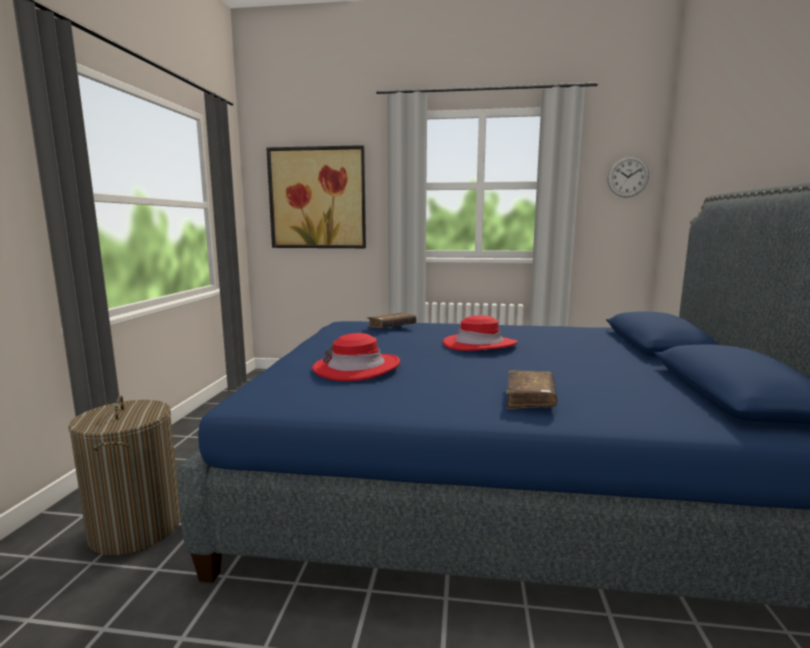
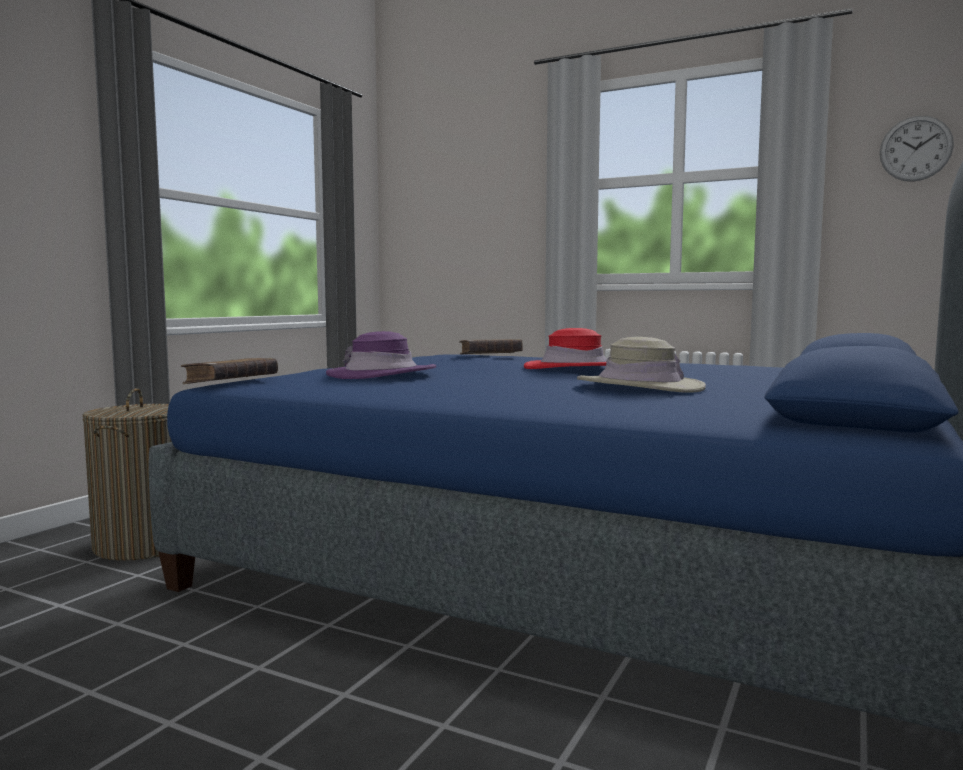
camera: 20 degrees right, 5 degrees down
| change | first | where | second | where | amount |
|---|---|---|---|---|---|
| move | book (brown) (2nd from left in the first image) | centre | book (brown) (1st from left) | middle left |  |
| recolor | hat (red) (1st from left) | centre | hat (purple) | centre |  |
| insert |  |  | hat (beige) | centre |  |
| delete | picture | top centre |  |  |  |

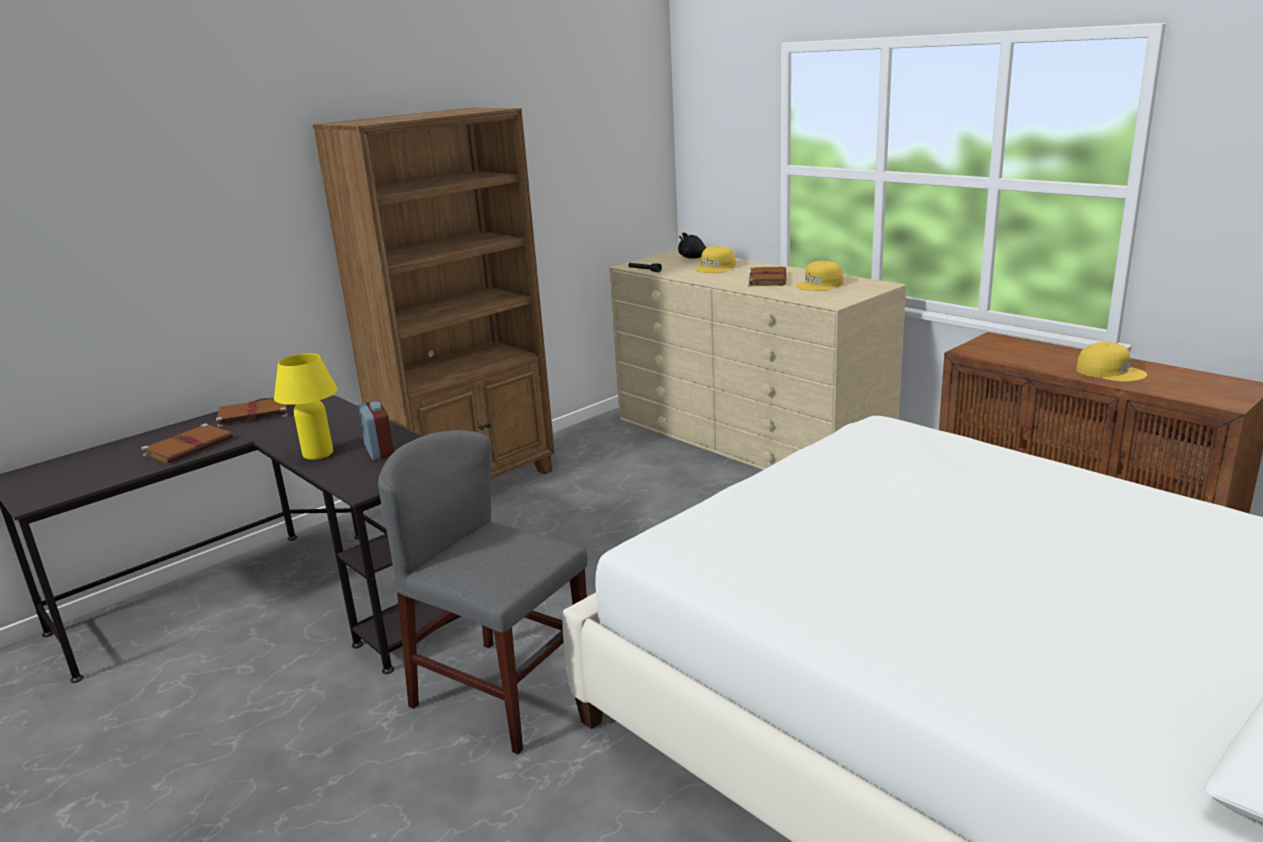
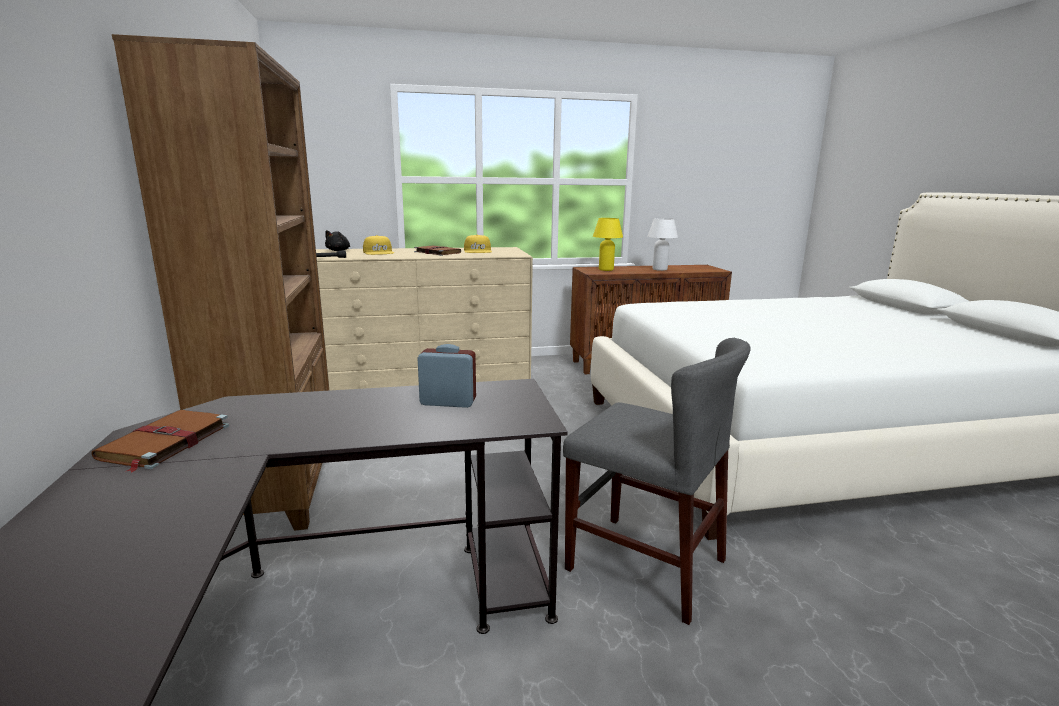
camera: 60 degrees left, 5 degrees down
| change | first | where | second | where | amount |
|---|---|---|---|---|---|
| rotate | chair (grey) | bottom centre |  | bottom centre | 120 degrees counterclockwise |
| move | table lamp (yellow) | middle left |  | centre |  |
| replace | cap (yellow) (3rd from left) | middle right | table lamp (white) | centre |  |
| delete | book (brown) (1st from left) | middle left |  |  |  |

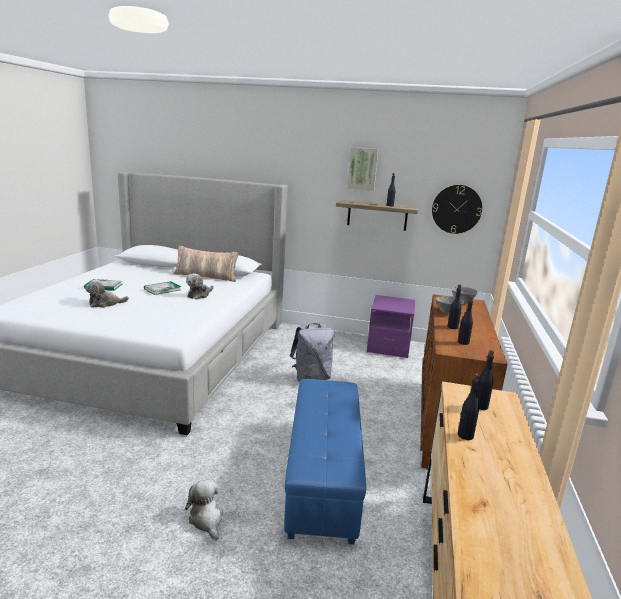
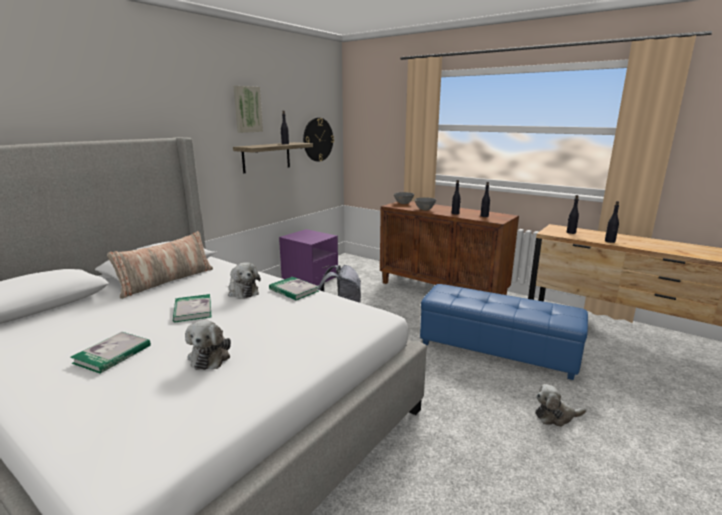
camera: 65 degrees left, 0 degrees up
| change | first | where | second | where | amount |
|---|---|---|---|---|---|
| insert |  |  | book (3rd from left) | centre |  |

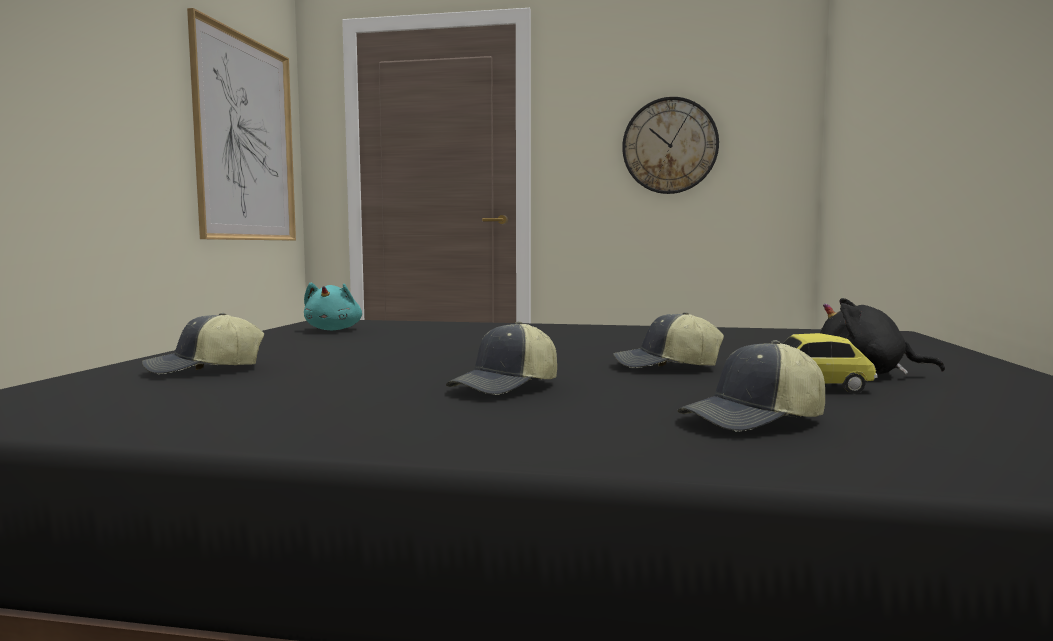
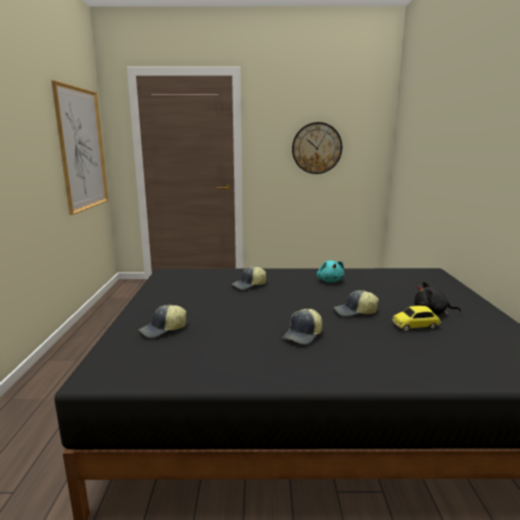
camera: 10 degrees left, 10 degrees up
| change | first | where | second | where | amount |
|---|---|---|---|---|---|
| move | cap (4th from left in the first image) | middle right | cap (2nd from left) | centre |  |
| move | plush toy (turquoise) | middle left |  | centre |  |

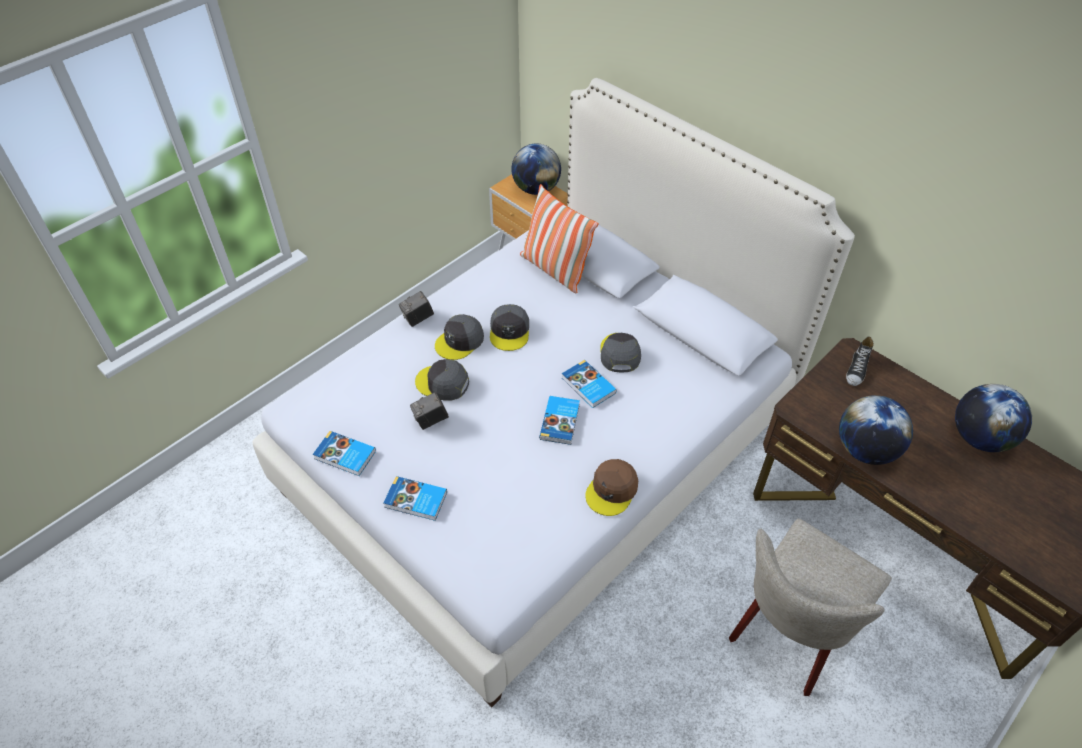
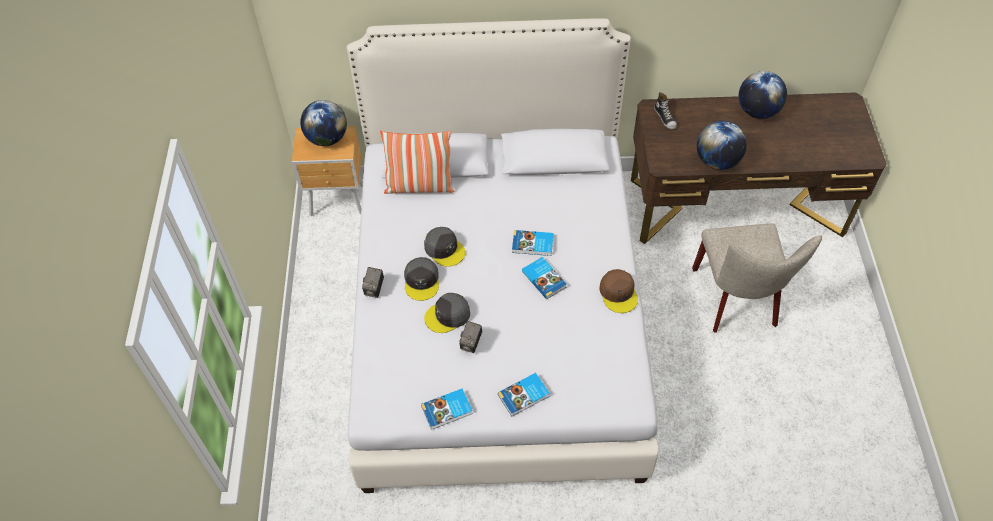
camera: 45 degrees left, 5 degrees up
| change | first | where | second | where | amount |
|---|---|---|---|---|---|
| delete | cap (grey) (4th from left) | centre |  |  |  |

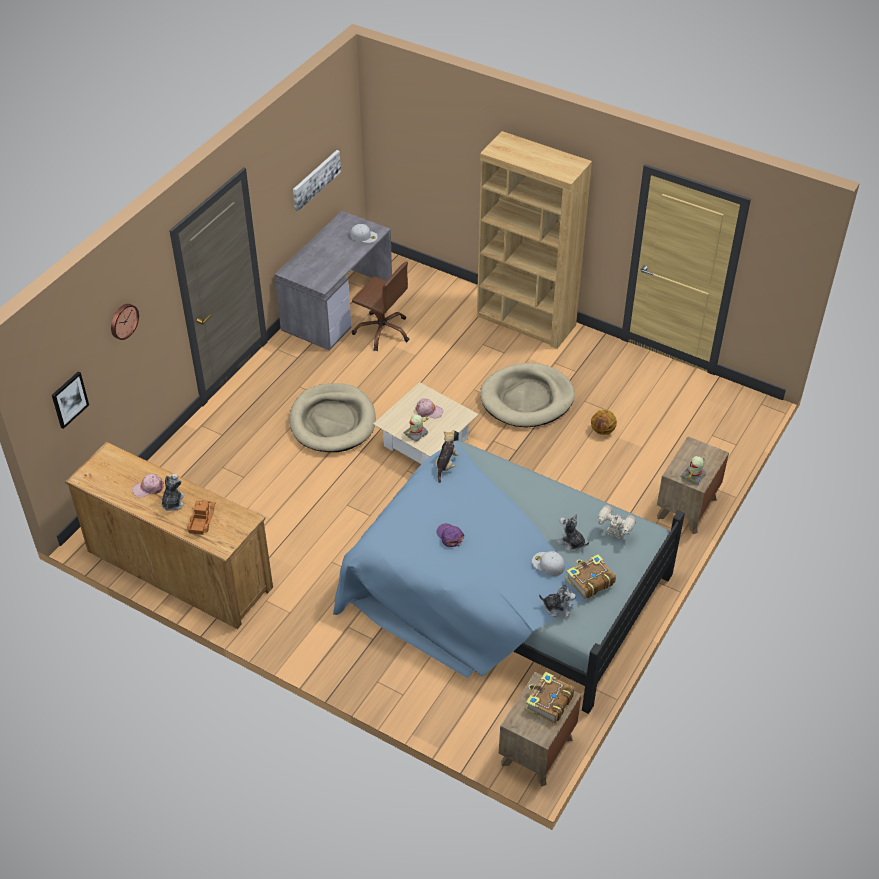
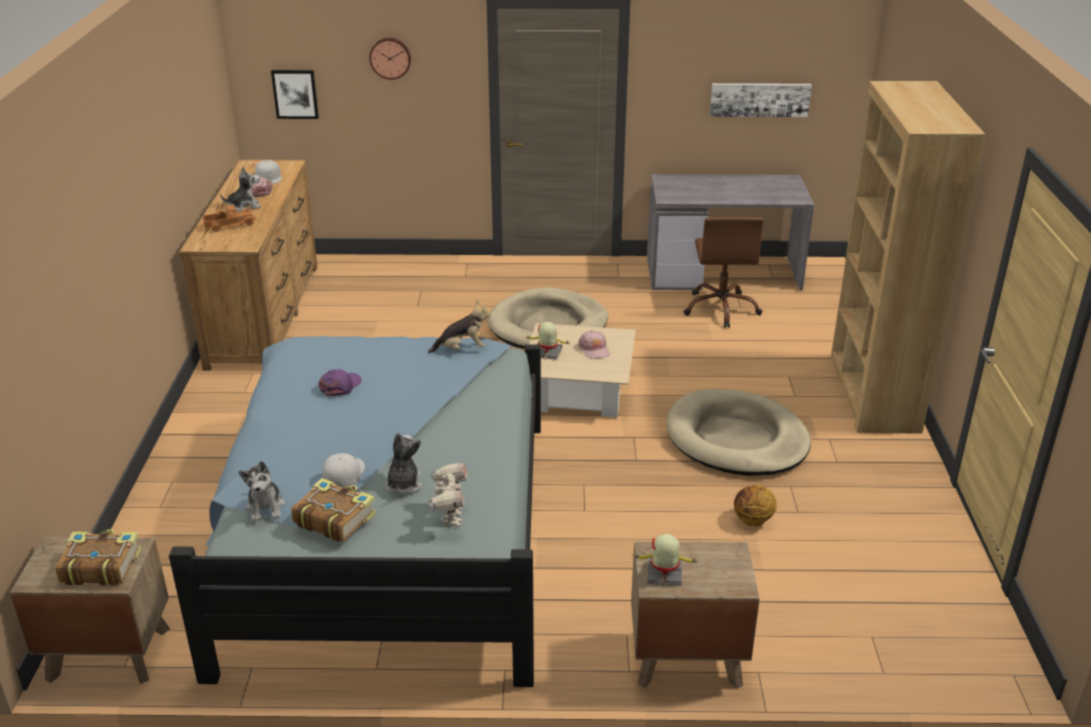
camera: 60 degrees right, 15 degrees down
| change | first | where | second | where | amount |
|---|---|---|---|---|---|
| move | cap (white) (1st from left) | top centre |  | top left |  |

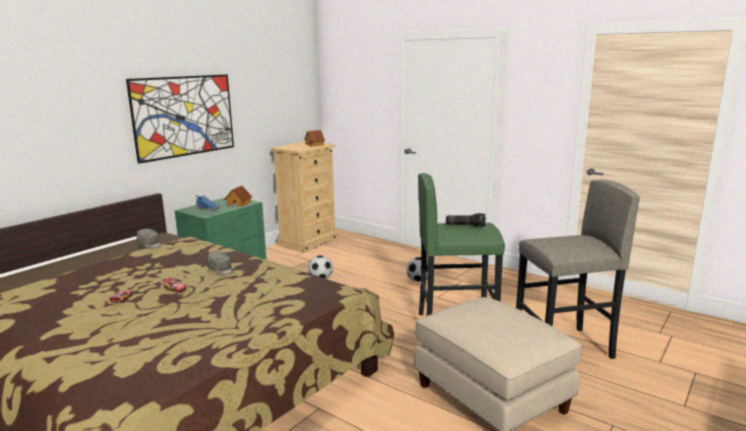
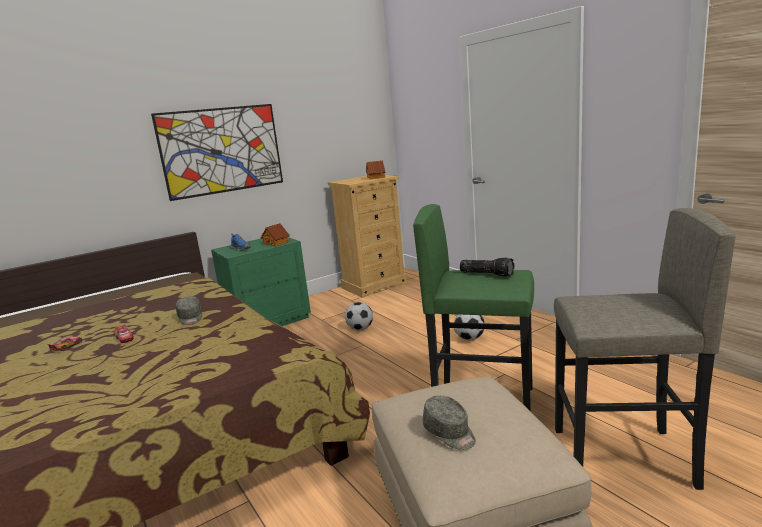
camera: 20 degrees right, 0 degrees up
| change | first | where | second | where | amount |
|---|---|---|---|---|---|
| move | cap (grey) (1st from left in the first image) | middle left | cap (grey) (2nd from left) | bottom centre |  |

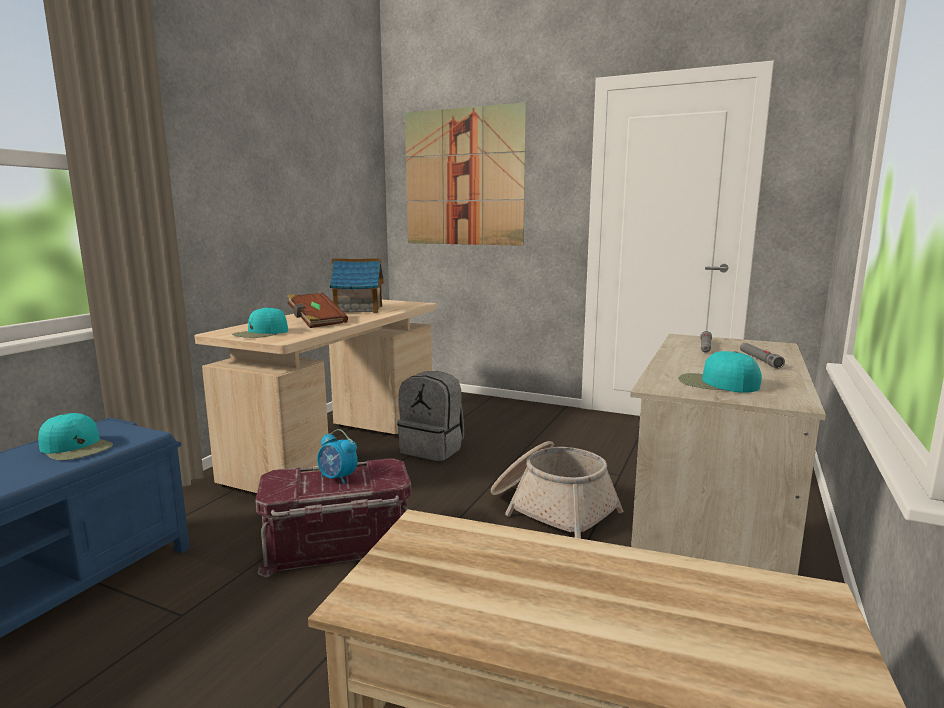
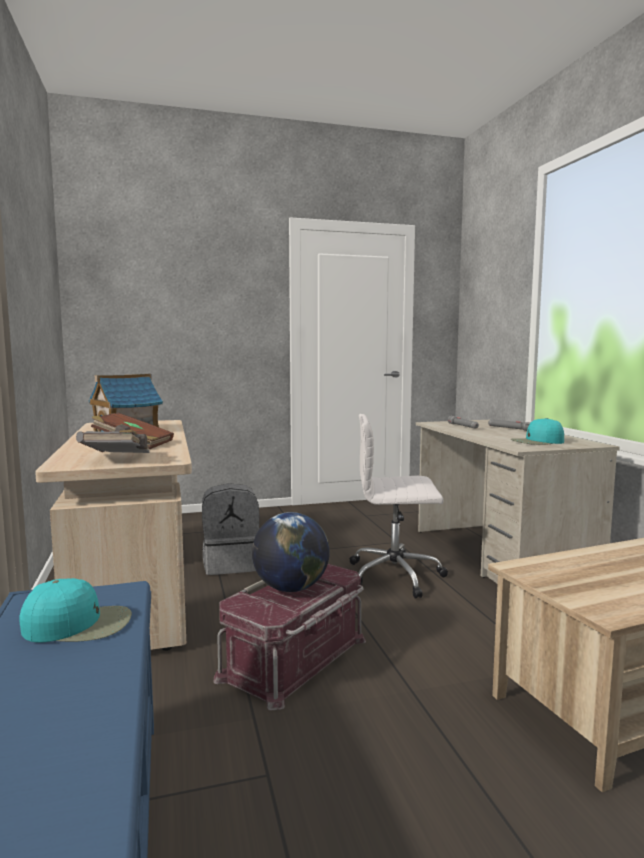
camera: 40 degrees left, 5 degrees down
| change | first | where | second | where | amount |
|---|---|---|---|---|---|
| replace | cap (turquoise) (2nd from left) | middle left | book (grey) | middle left |  |
| replace | alarm clock | centre | globe | centre |  |
| replace | basket | bottom centre | office chair (white) | centre |  |
| delete | picture | top centre |  |  |  |

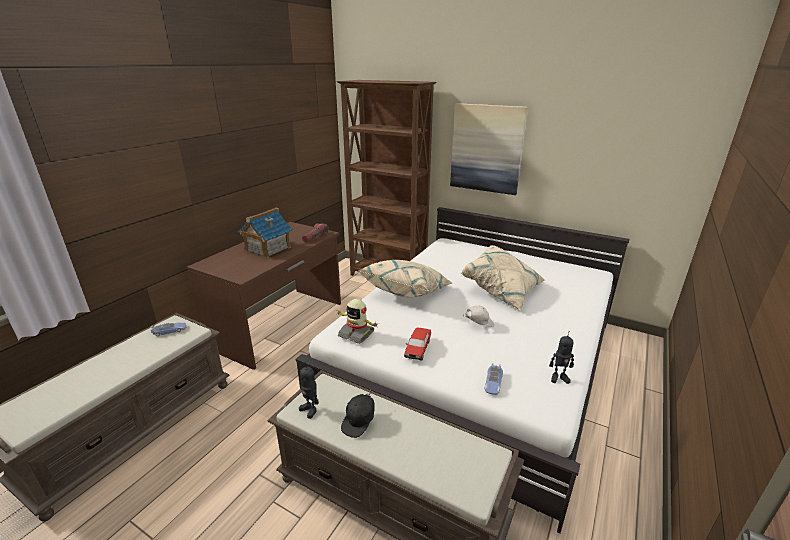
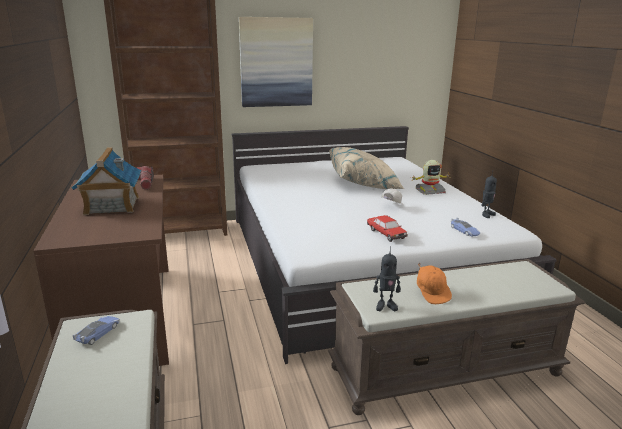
camera: 45 degrees left, 5 degrees down
| change | first | where | second | where | amount |
|---|---|---|---|---|---|
| move | toy robot (2nd from left) | centre |  | middle right |  |
| recolor | cap (black) | bottom centre | cap (orange) | middle right |  |
| delete | pillow (beige) (1st from left) | centre |  |  |  |

